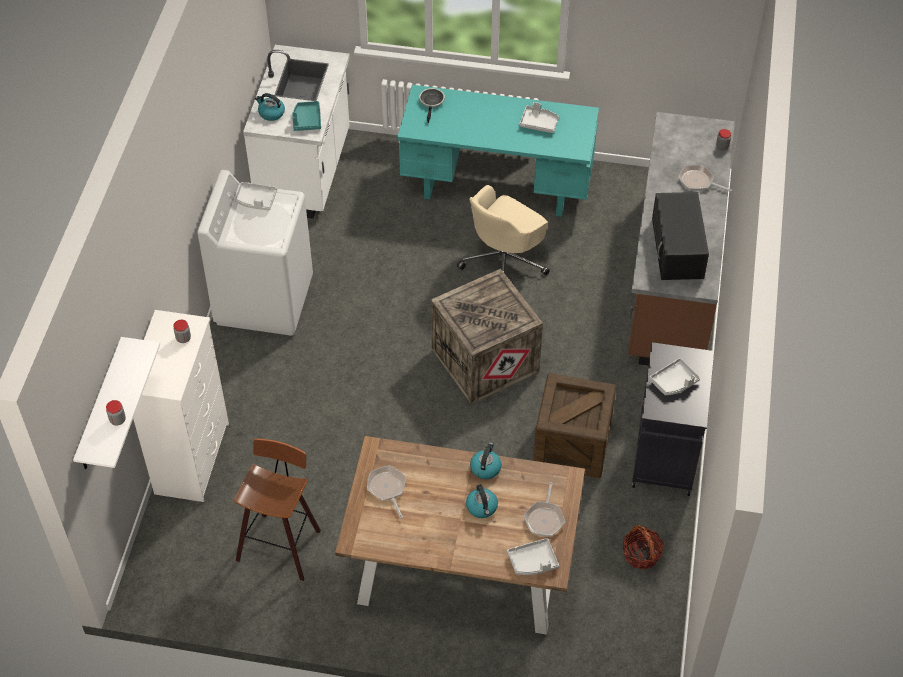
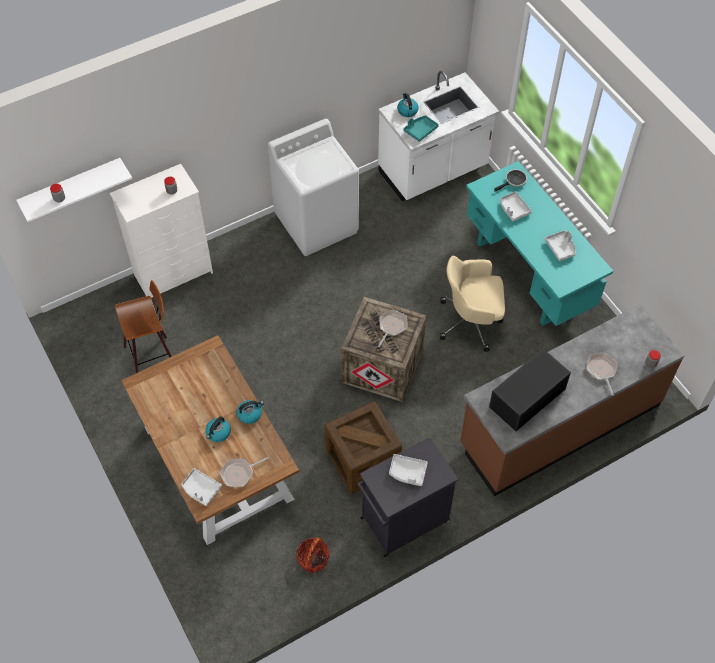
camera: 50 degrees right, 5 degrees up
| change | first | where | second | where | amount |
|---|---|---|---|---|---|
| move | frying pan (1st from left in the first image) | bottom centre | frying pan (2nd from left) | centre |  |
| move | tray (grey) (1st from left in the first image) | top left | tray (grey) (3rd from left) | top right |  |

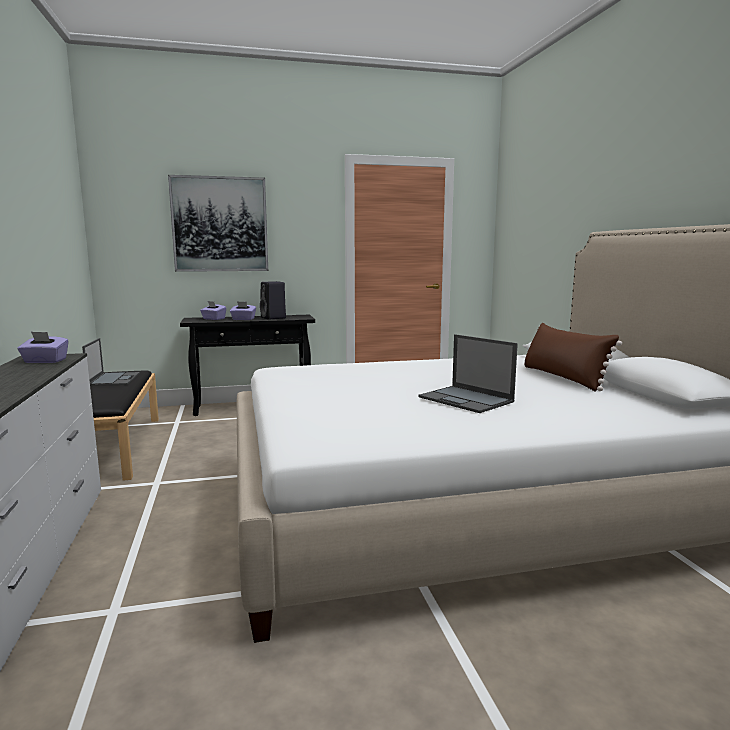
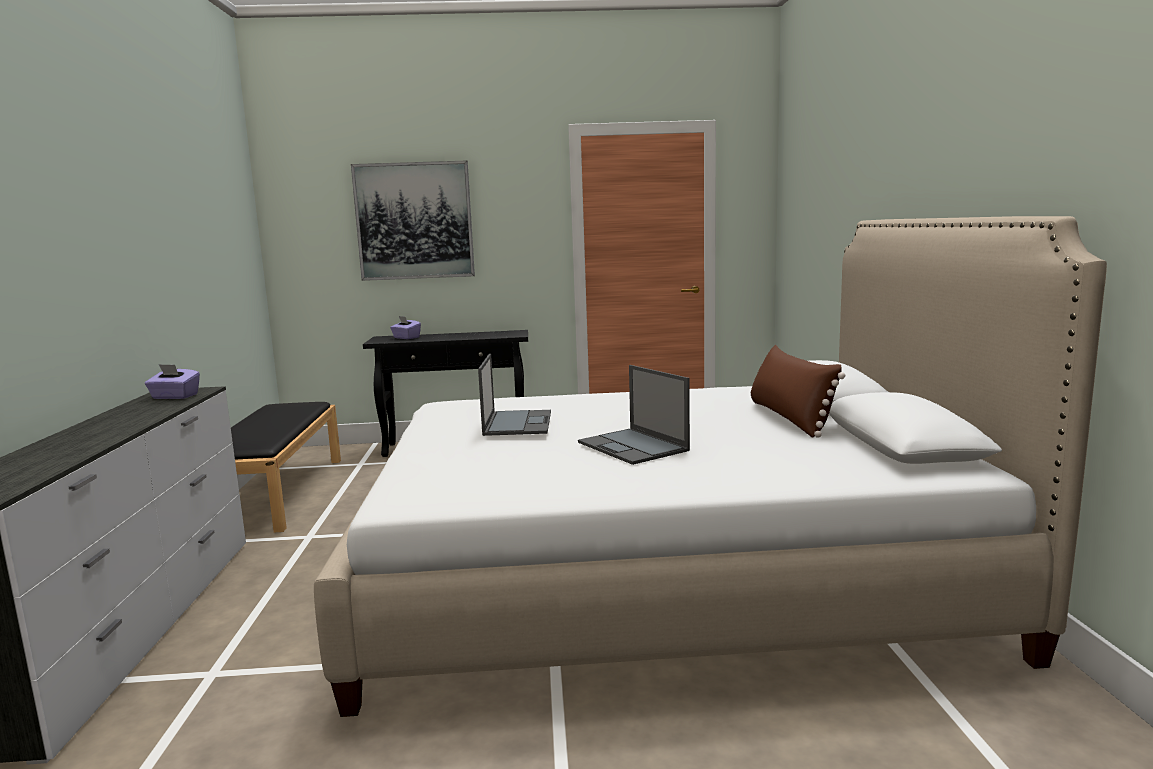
camera: 10 degrees right, 0 degrees up
| change | first | where | second | where | amount |
|---|---|---|---|---|---|
| move | laptop (1st from left) | middle left |  | centre |  |
| delete | tissue box (purple) (3rd from left) | middle left |  |  |  |
| delete | speaker (black) | centre |  |  |  |

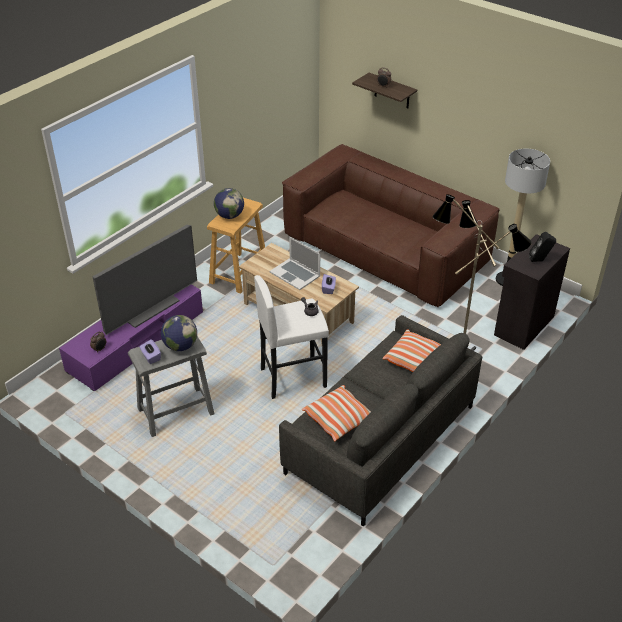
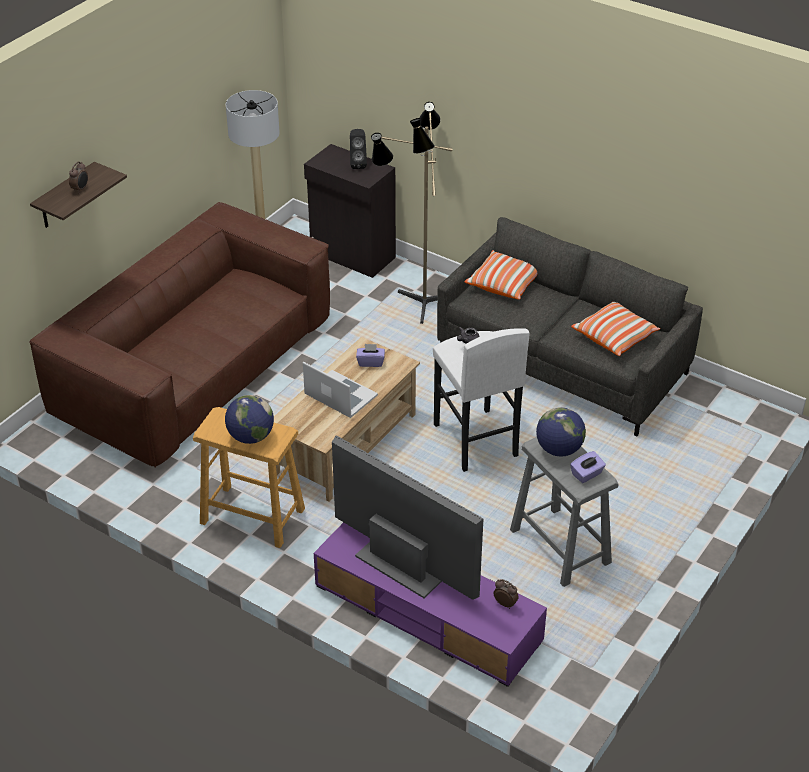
camera: 95 degrees left, 0 degrees up
| change | first | where | second | where | amount |
|---|---|---|---|---|---|
| rotate | laptop | centre |  | centre | 90 degrees counterclockwise |

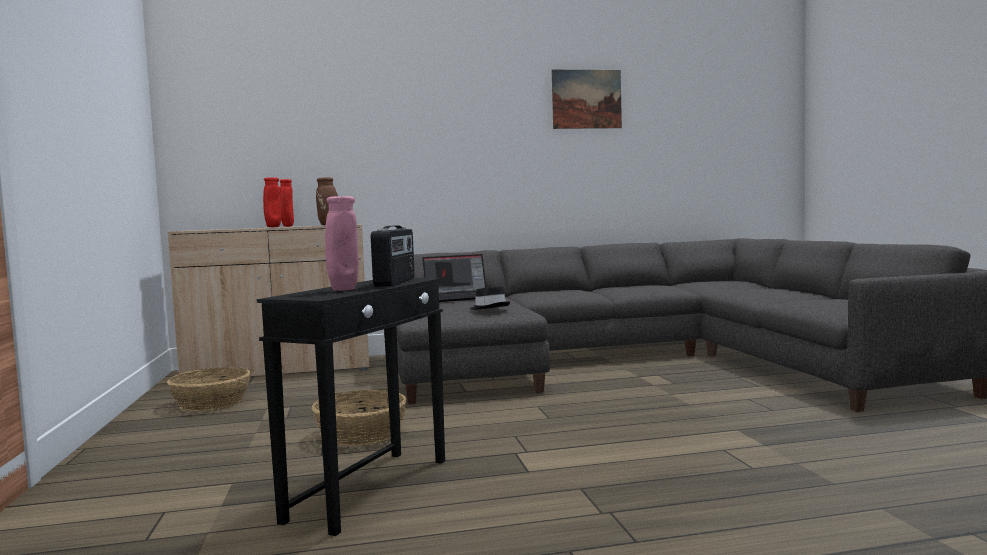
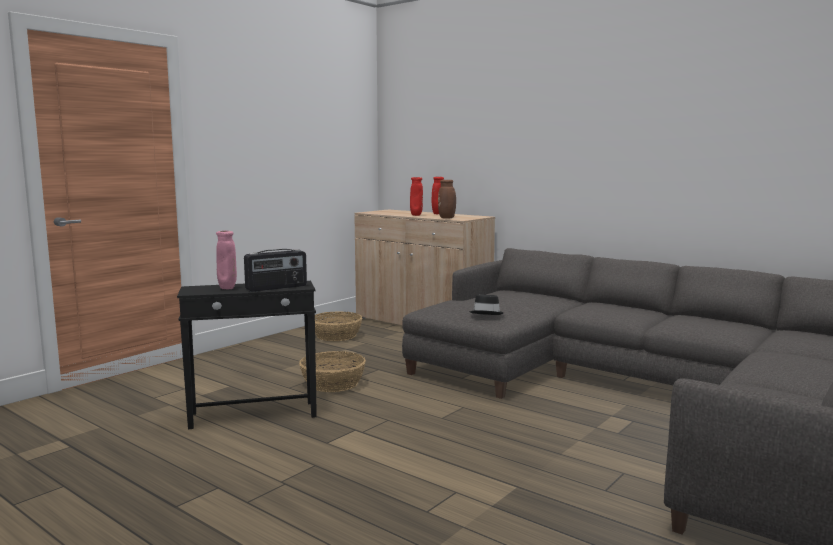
camera: 50 degrees right, 5 degrees up
| change | first | where | second | where | amount |
|---|---|---|---|---|---|
| delete | laptop | centre |  |  |  |
| delete | picture | top centre |  |  |  |

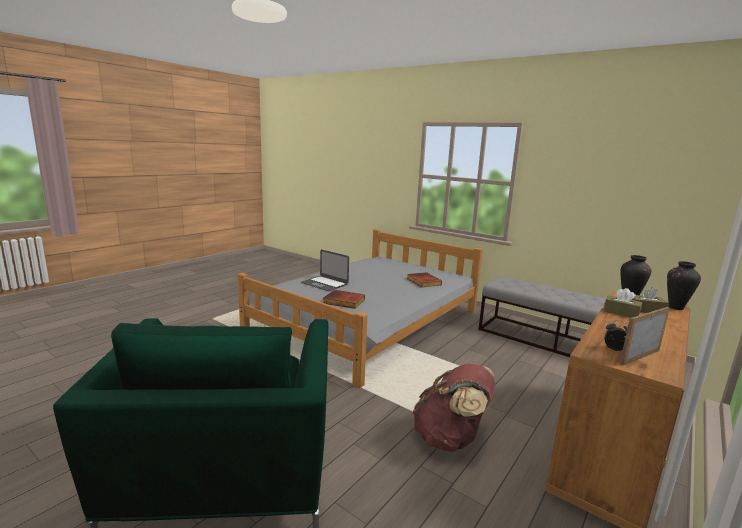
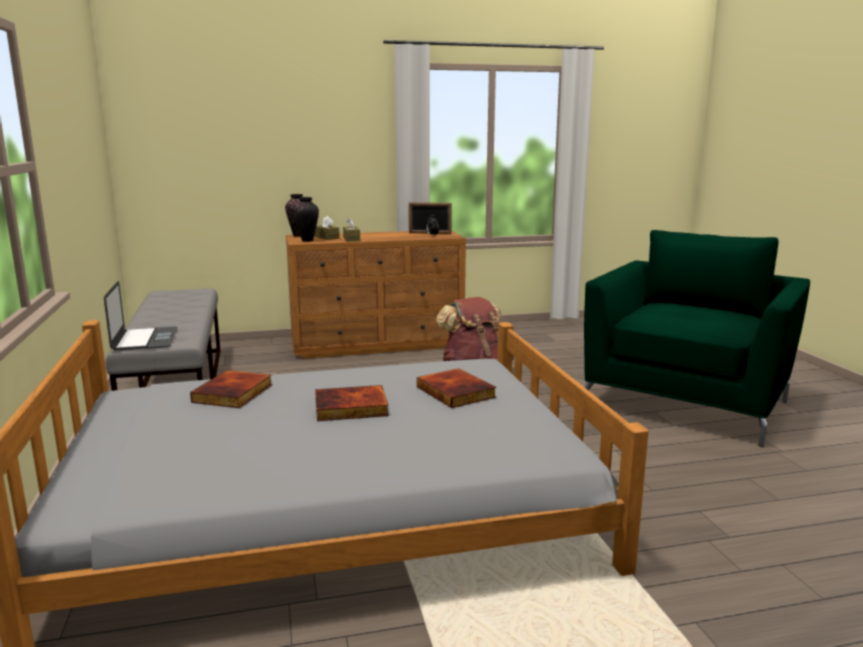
camera: 140 degrees left, 0 degrees up
| change | first | where | second | where | amount |
|---|---|---|---|---|---|
| move | laptop | centre |  | middle left |  |
| insert |  |  | book (2nd from left) | centre |  |

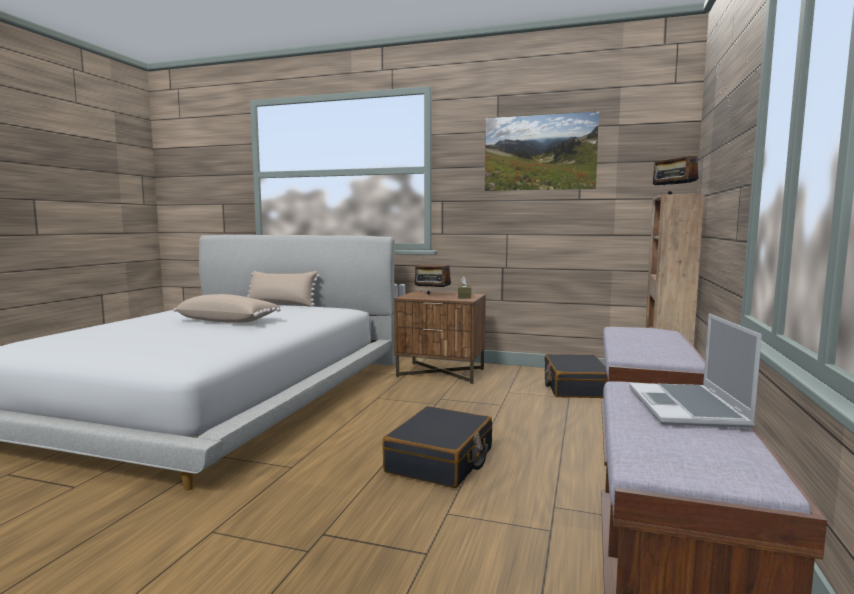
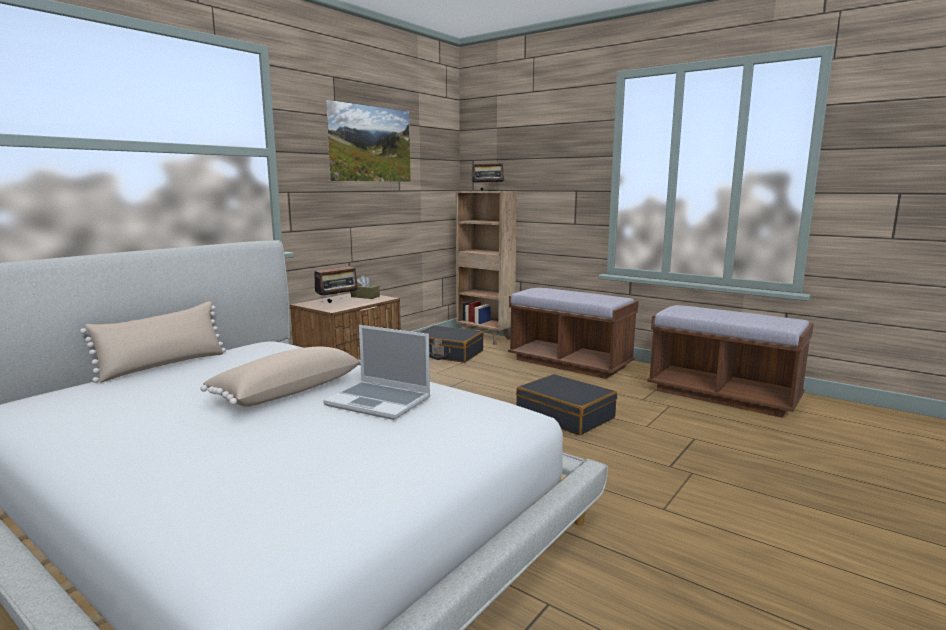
camera: 70 degrees left, 5 degrees up
| change | first | where | second | where | amount |
|---|---|---|---|---|---|
| move | laptop | middle right |  | centre |  |

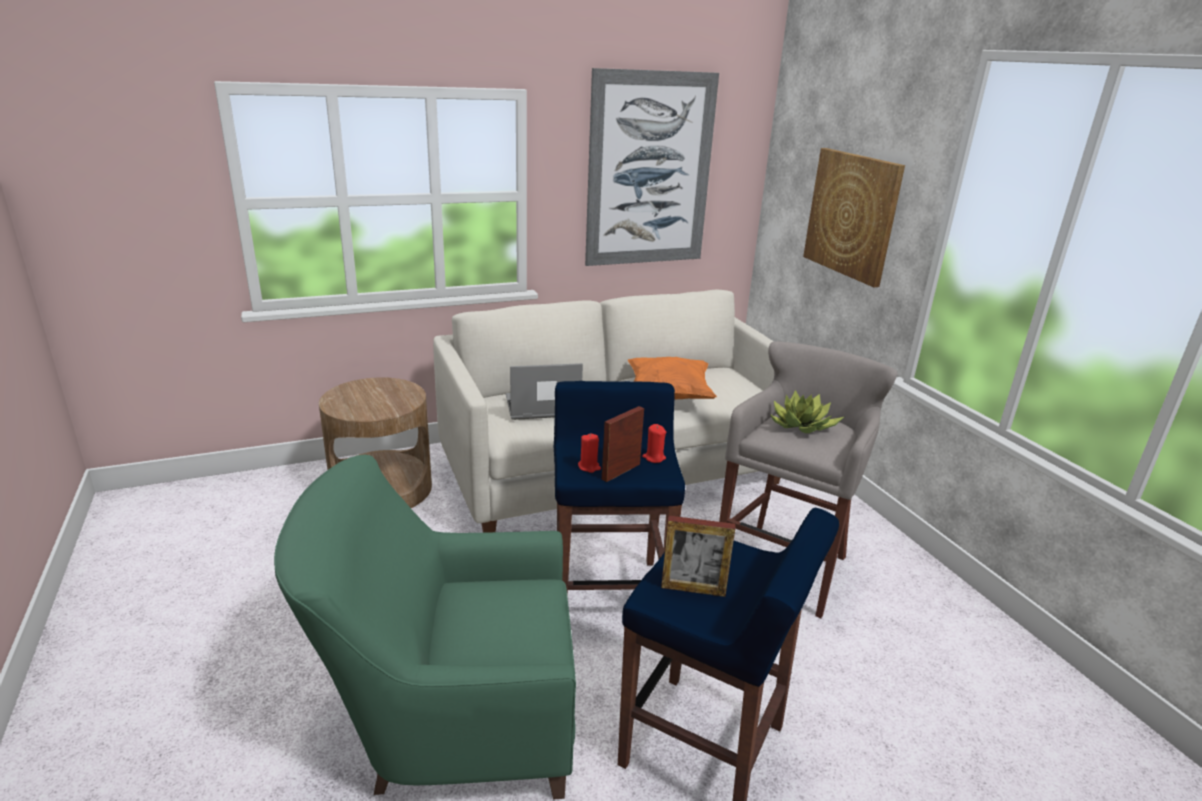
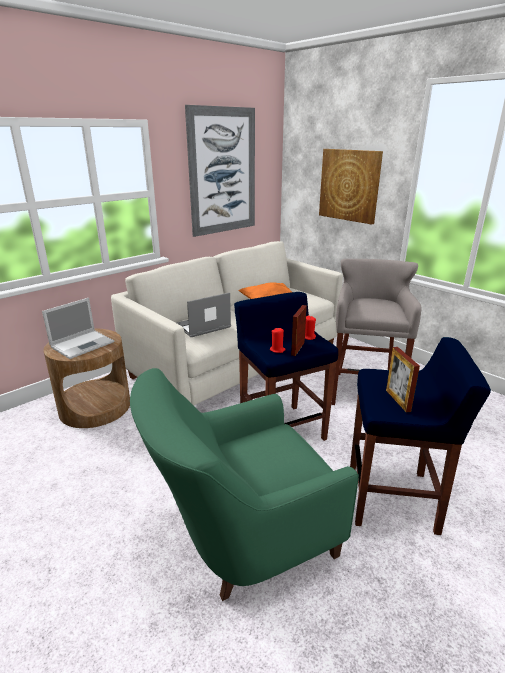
camera: 20 degrees left, 0 degrees up
| change | first | where | second | where | amount |
|---|---|---|---|---|---|
| insert |  |  | laptop (1st from left) | middle left |  |
| rotate | picture frame (2nd from left) | bottom centre |  | middle right | 90 degrees clockwise |
| delete | potted plant | middle right |  |  |  |

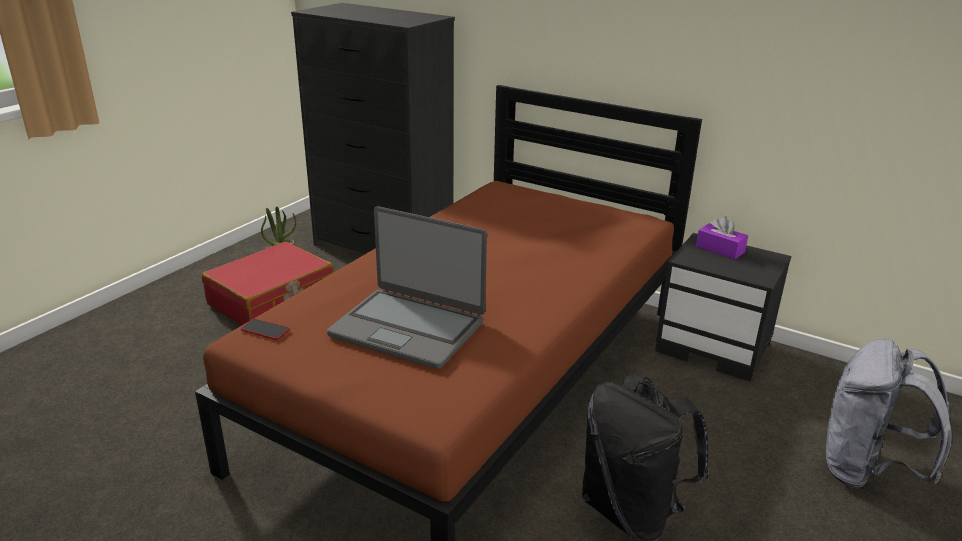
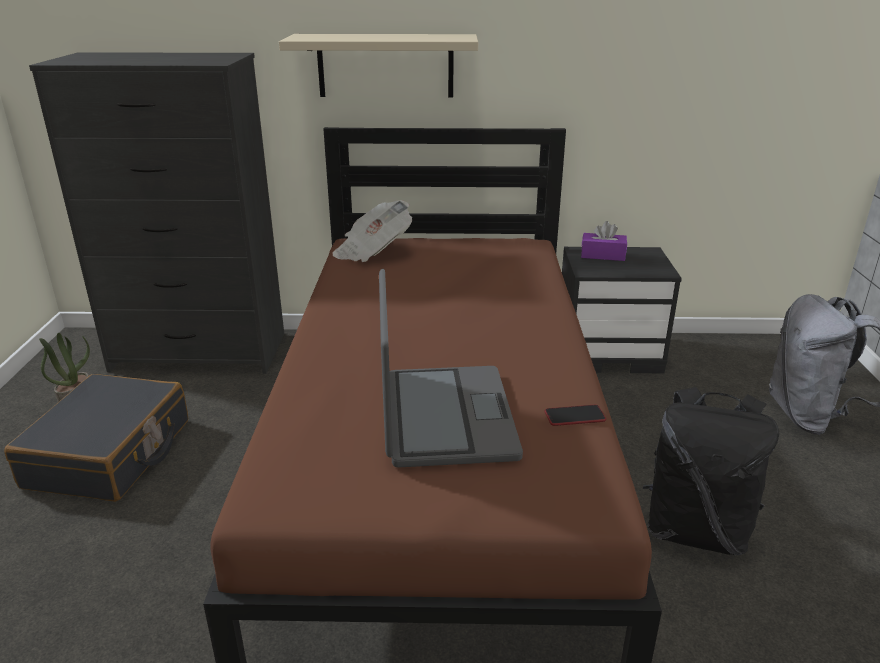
camera: 30 degrees left, 0 degrees up
| change | first | where | second | where | amount |
|---|---|---|---|---|---|
| recolor | suitcase (red) | middle left | suitcase (black) | middle left |  |
| insert |  |  | shelf (beige) | top centre |  |
| insert |  |  | newspaper | centre |  |
| rotate | laptop | centre |  | centre | 90 degrees counterclockwise |
| move | phone | middle left |  | centre |  |

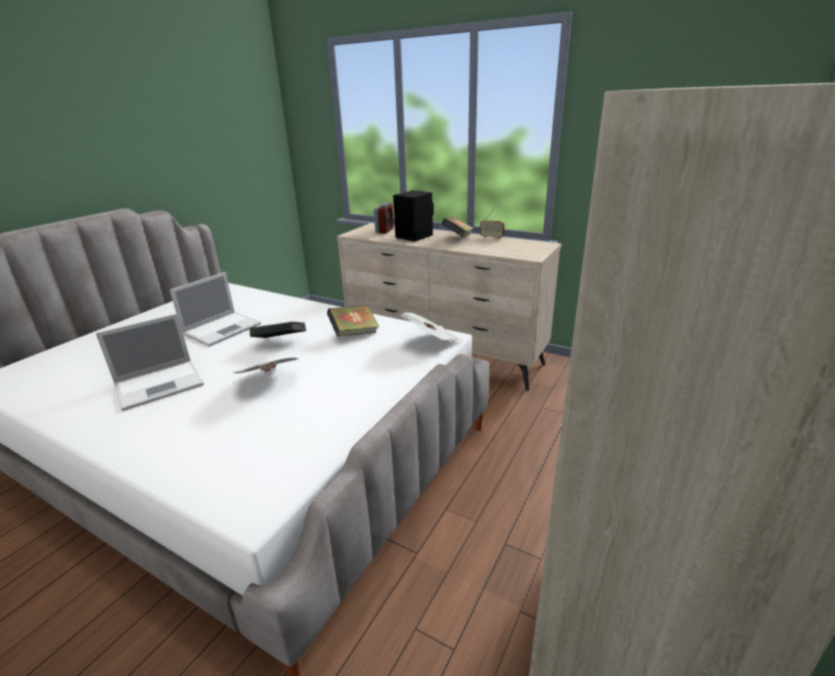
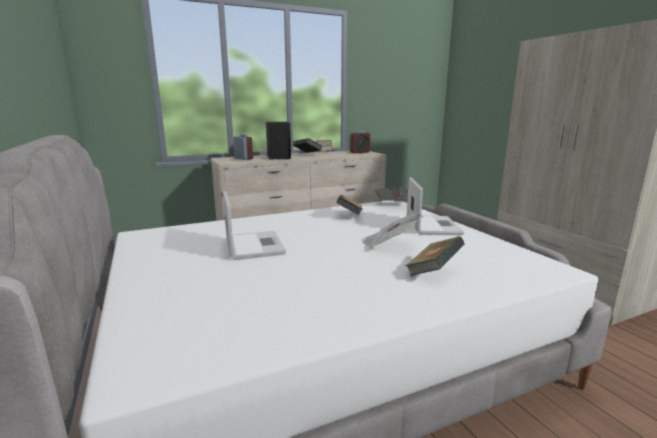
camera: 55 degrees left, 10 degrees down
| change | first | where | second | where | amount |
|---|---|---|---|---|---|
| insert |  |  | alarm clock (2nd from left) | top centre |  |
| move | book (1st from left in the first image) | middle left | book (3rd from left) | centre |  |
| move | laptop (1st from left in the first image) | middle left | laptop (2nd from left) | centre |  |

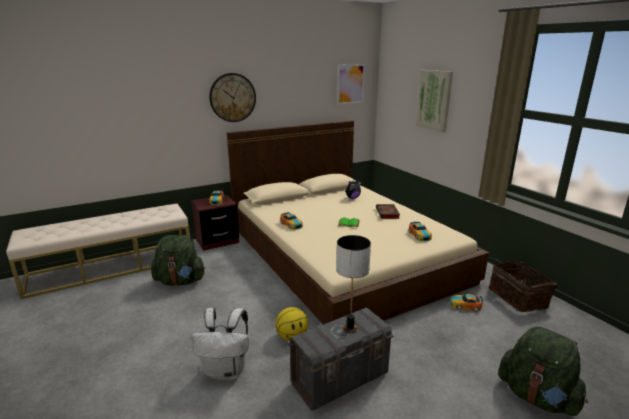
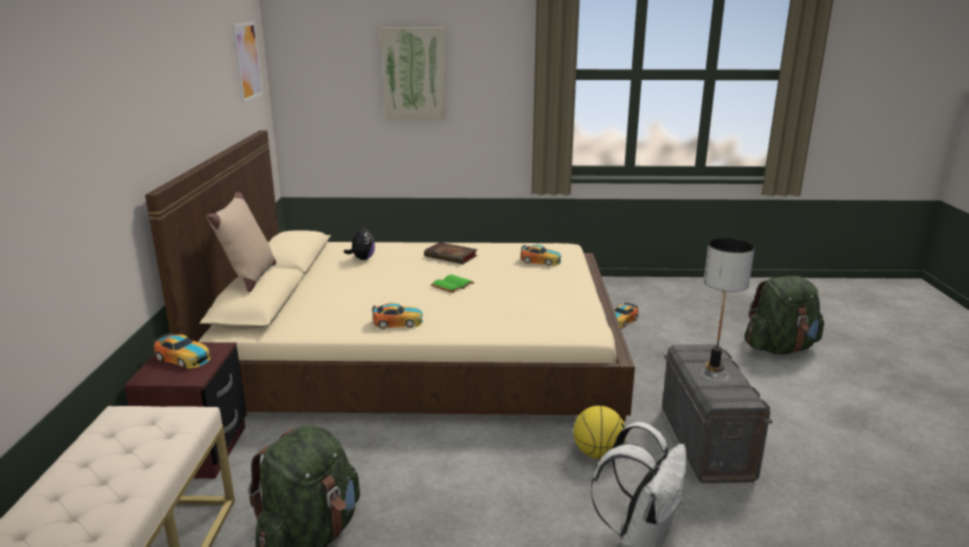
camera: 60 degrees left, 0 degrees up
| change | first | where | second | where | amount |
|---|---|---|---|---|---|
| insert |  |  | pillow (beige) | middle left |  |
| delete | wall clock | top centre |  |  |  |
| delete | basket | bottom right |  |  |  |

